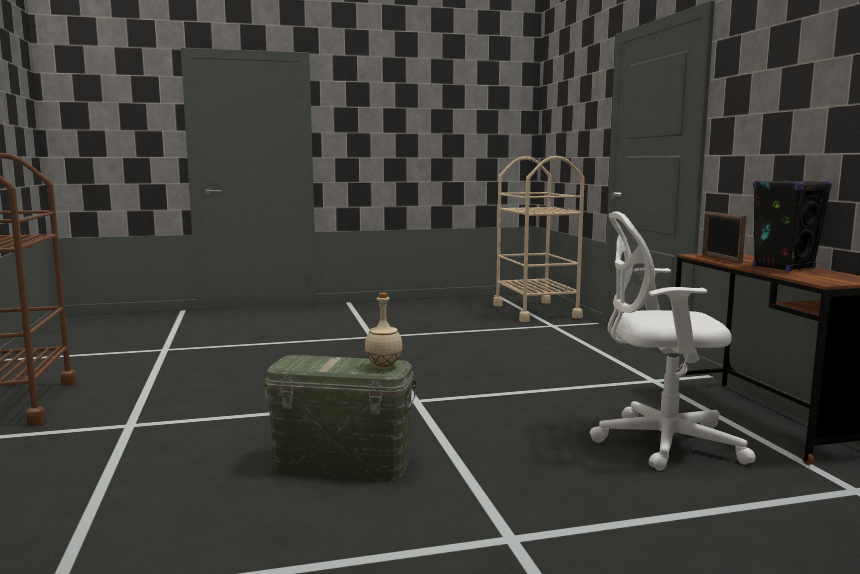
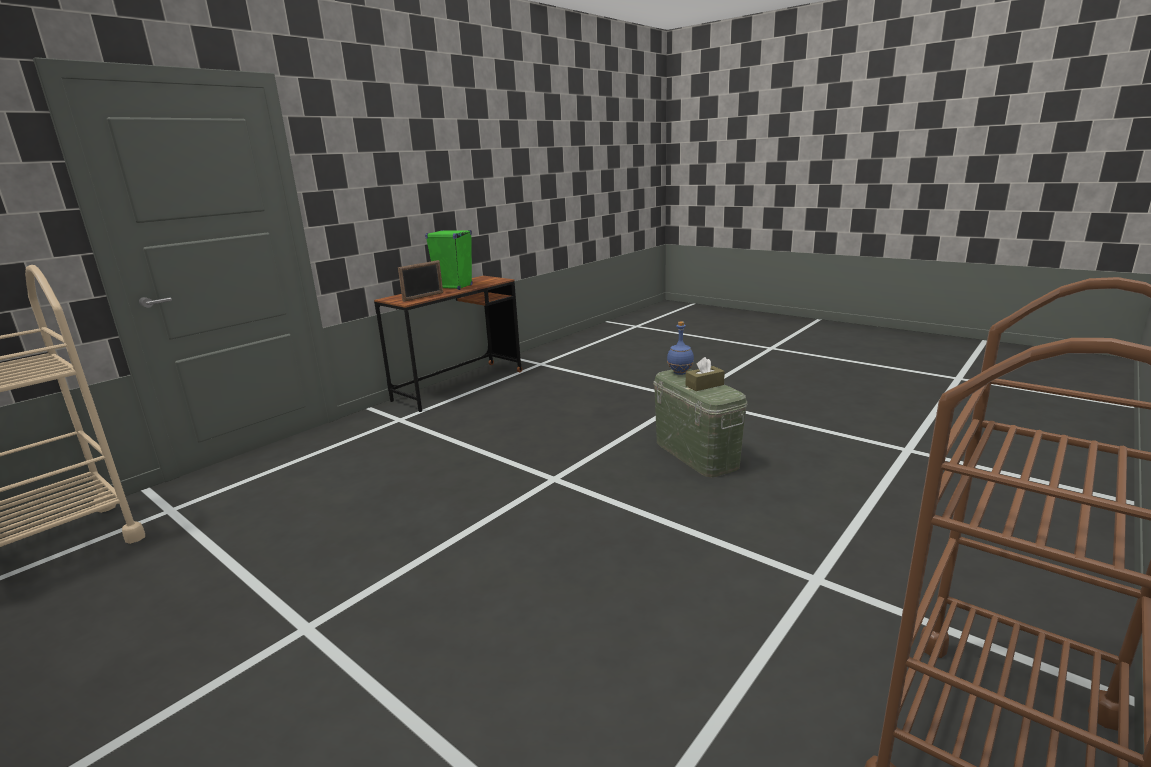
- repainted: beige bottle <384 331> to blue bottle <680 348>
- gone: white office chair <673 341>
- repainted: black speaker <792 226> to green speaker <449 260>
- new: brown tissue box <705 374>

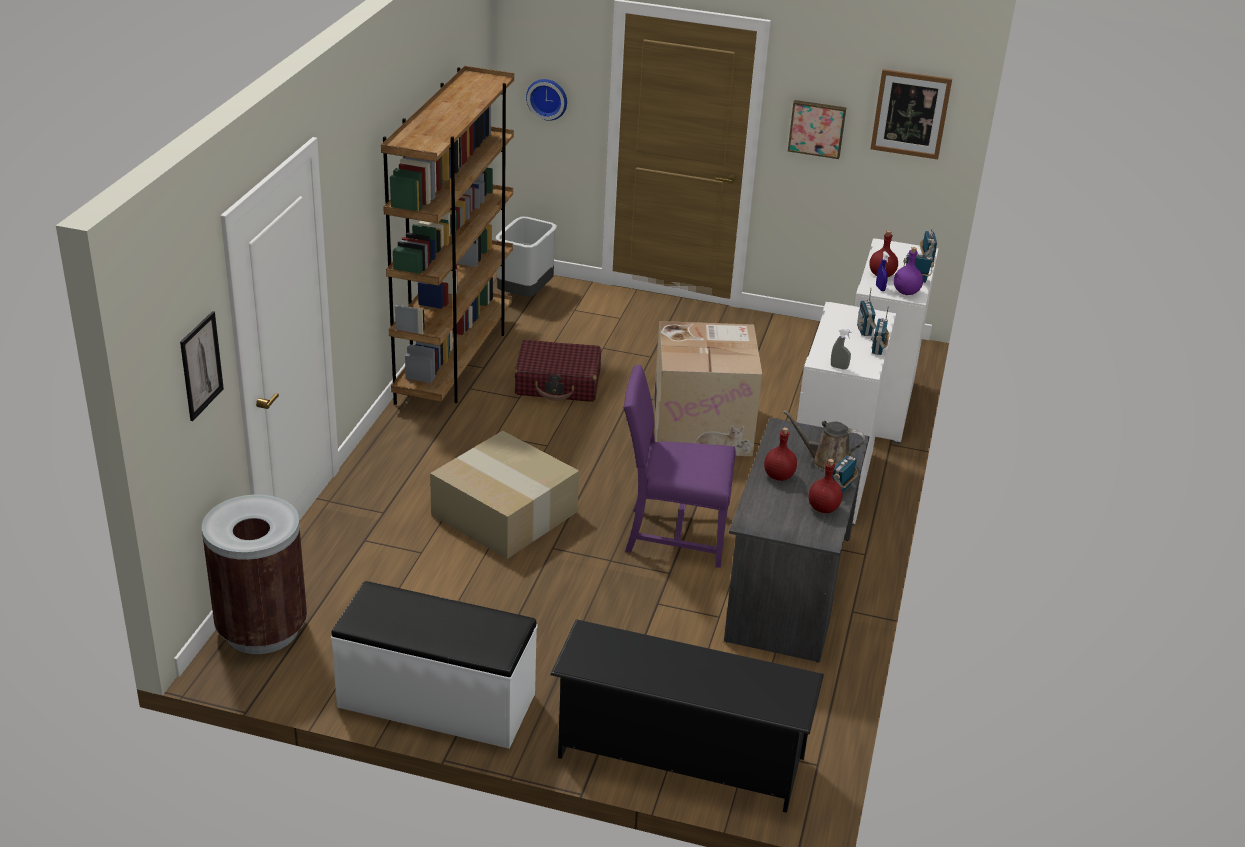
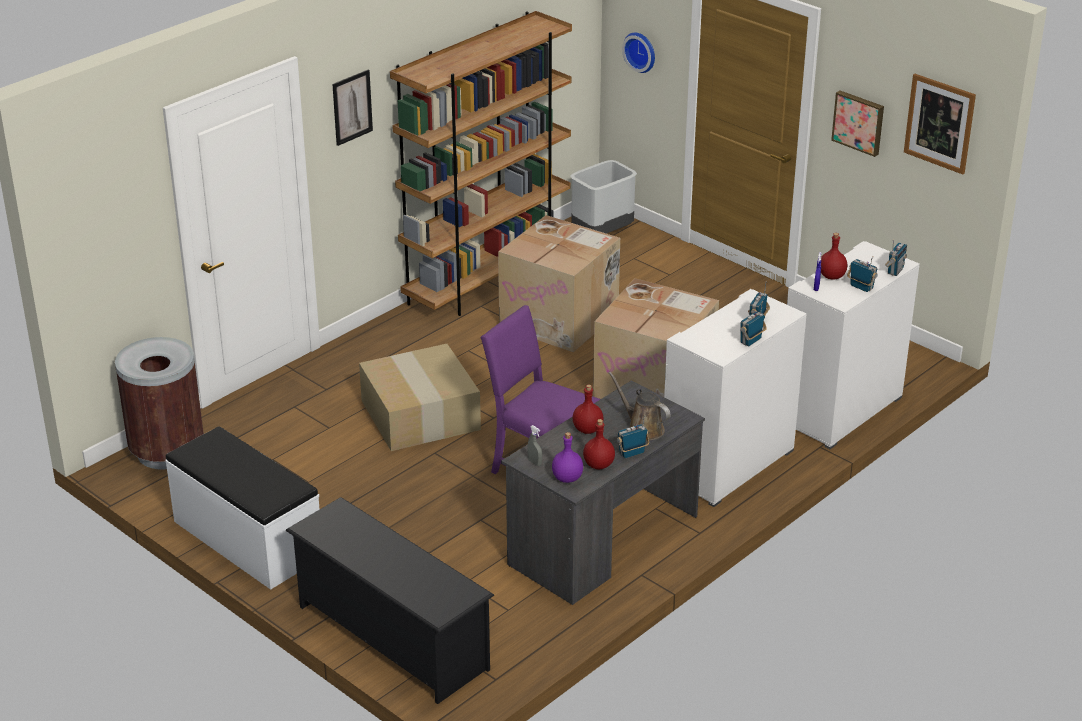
- shifted: picture <202 366> to <352 108>
- swapped: red suitcase <557 371> to cardboard box <559 283>
- shifted: grey spray bottle <841 349> to <534 445>
- shifted: purple bottle <908 271> to <567 457>

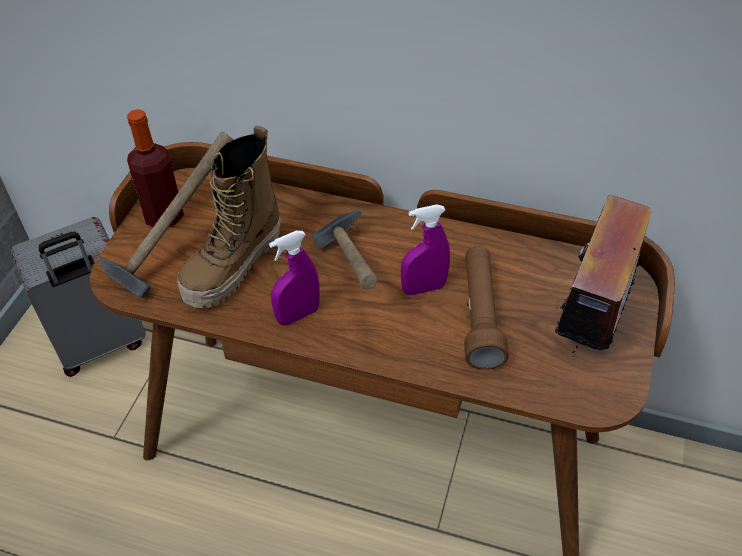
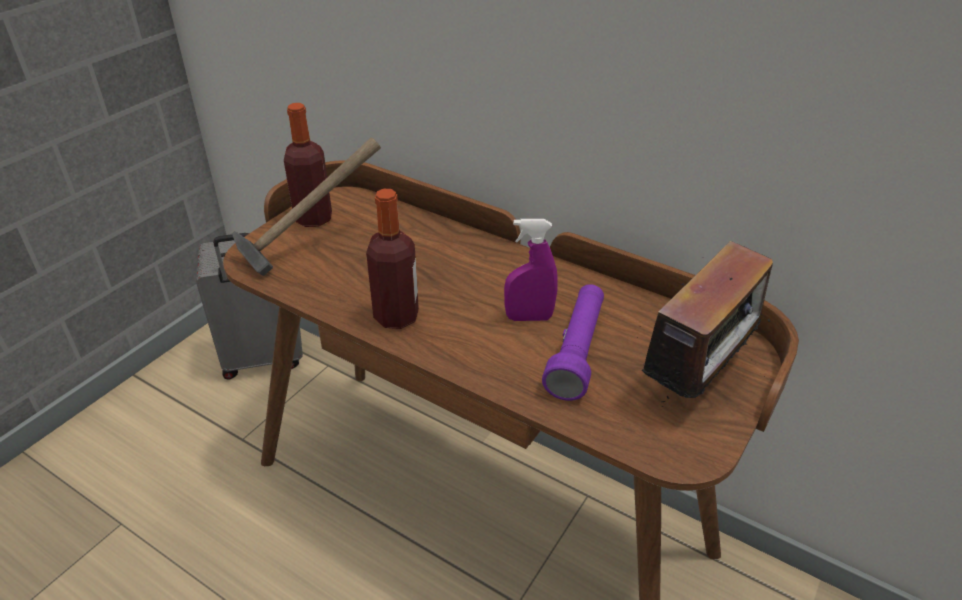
- gone: boot <229 216>
- swapped: purple spray bottle <294 278> to bottle <392 259>
- gone: hammer <344 249>
- repainted: brown flashlight <486 308> to purple flashlight <573 342>

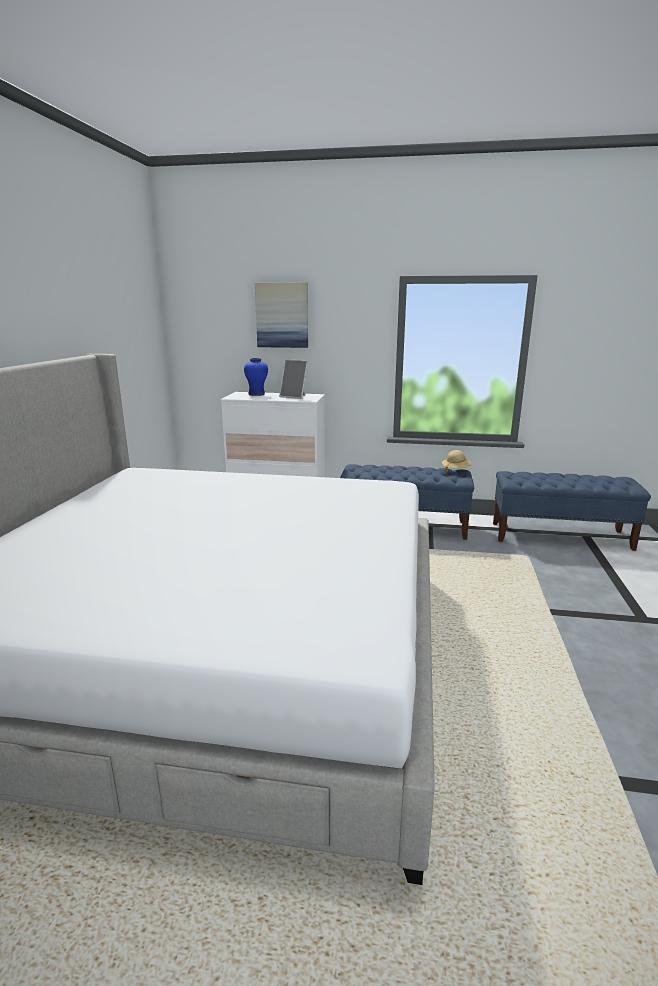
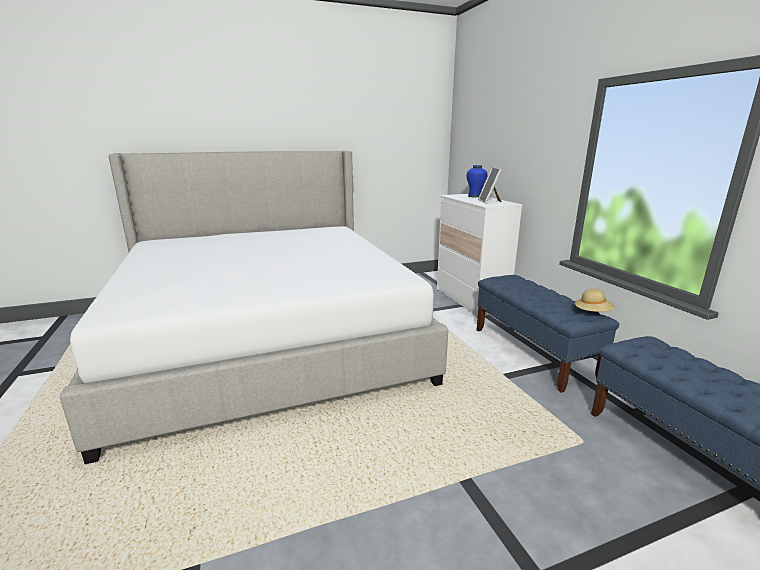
- gone: picture <281 315>

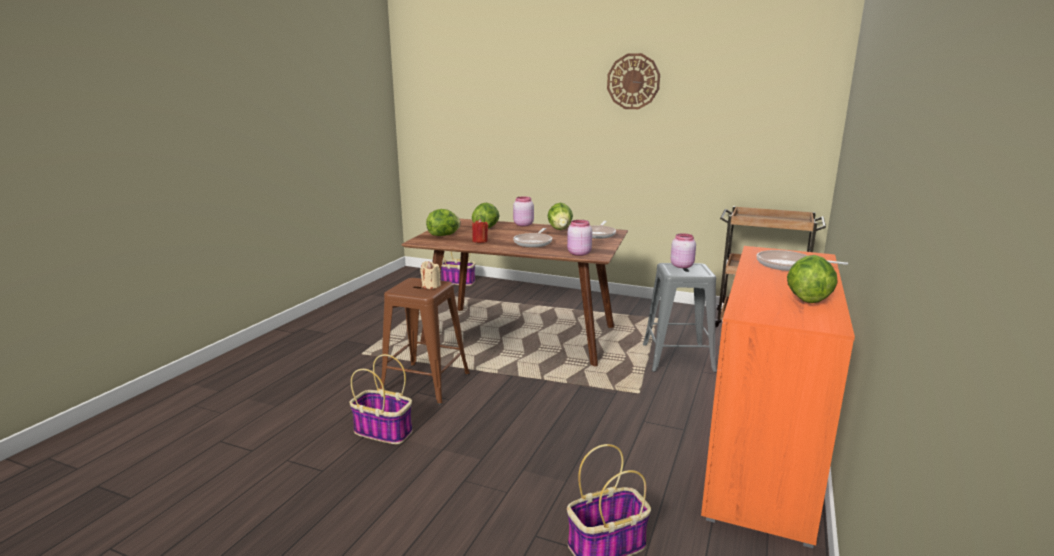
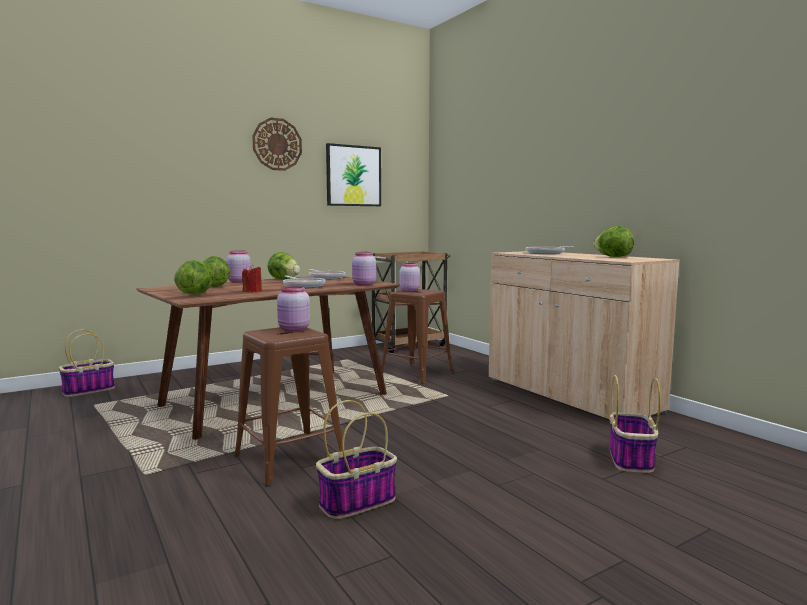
- swapped: beige candle <430 275> to pink jar <293 309>
- repainted: grey stool <680 318> to brown stool <417 336>
- repainted: orange cabinet <778 397> to beige cabinet <584 335>
- new: picture <353 174>

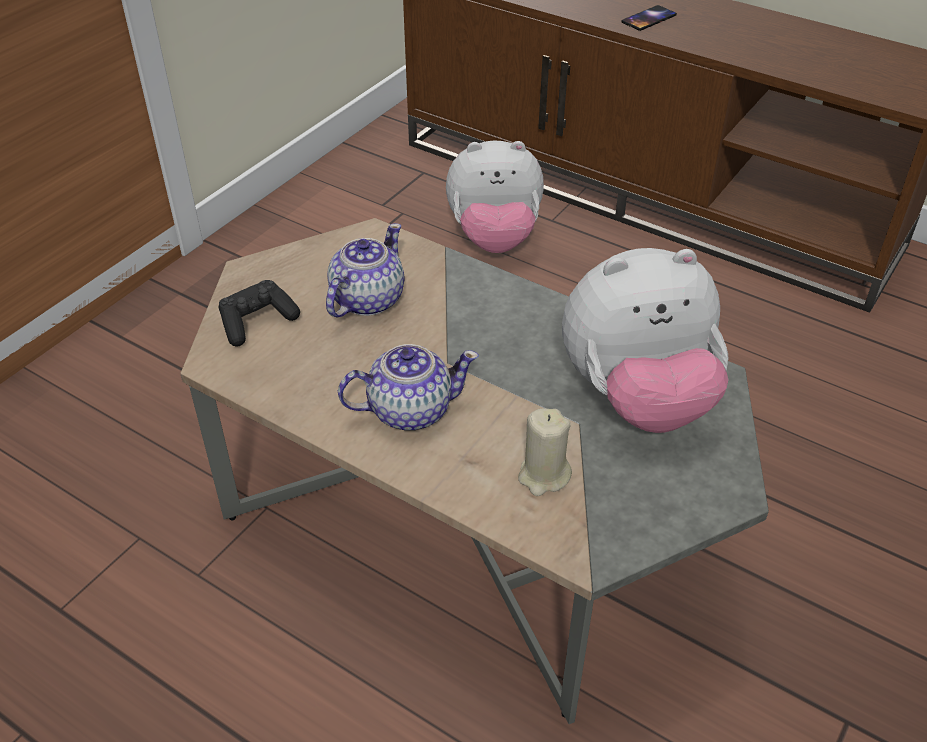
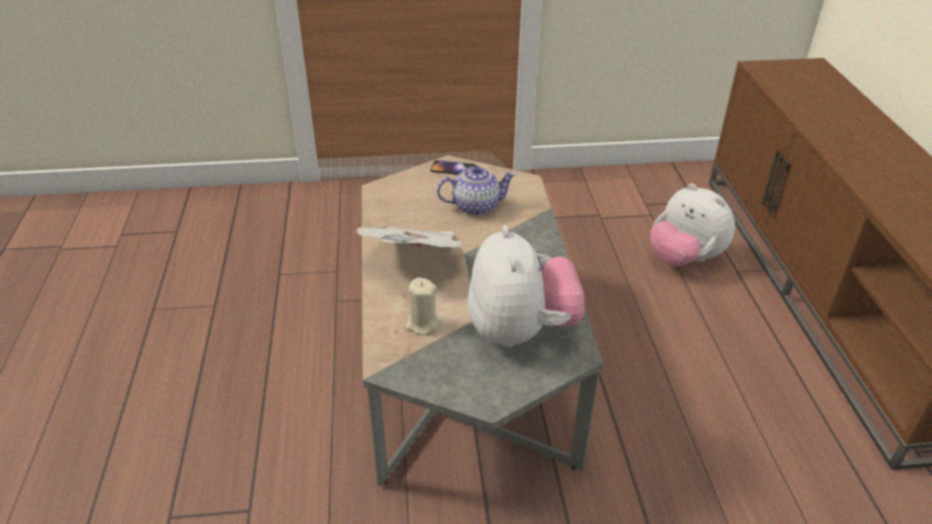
- gone: black game controller <259 313>
- swapped: teapot <408 387> to newspaper <410 237>
- rotated: plush toy <645 340> = <526 286> 135 degrees counterclockwise
- shifted: phone <649 18> to <453 167>

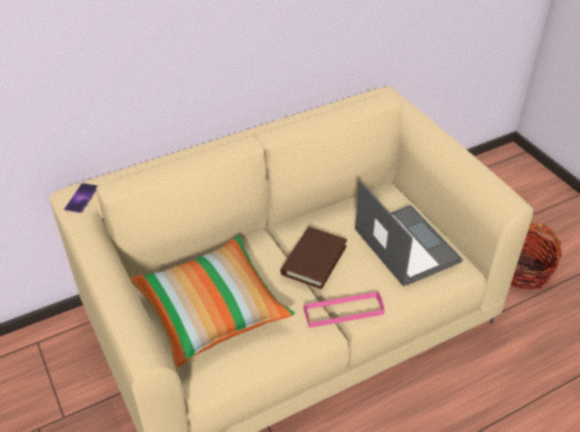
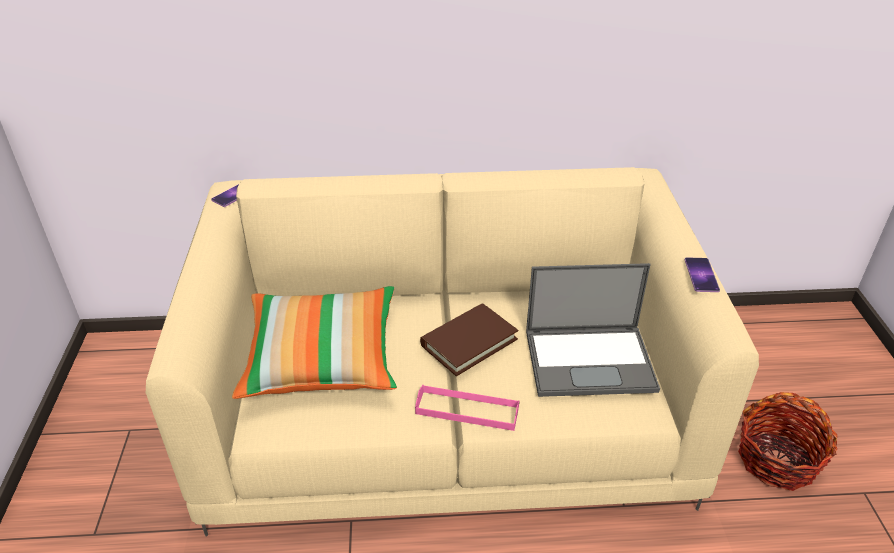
- rotated: laptop <409 233> = <593 330> 90 degrees clockwise
- new: phone <702 274>

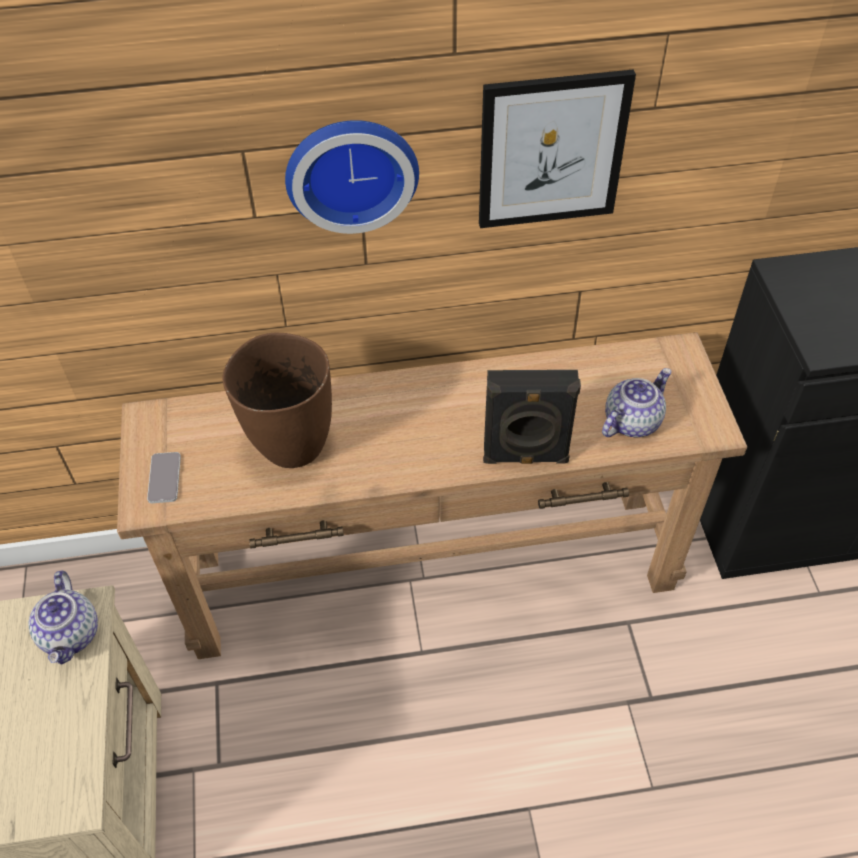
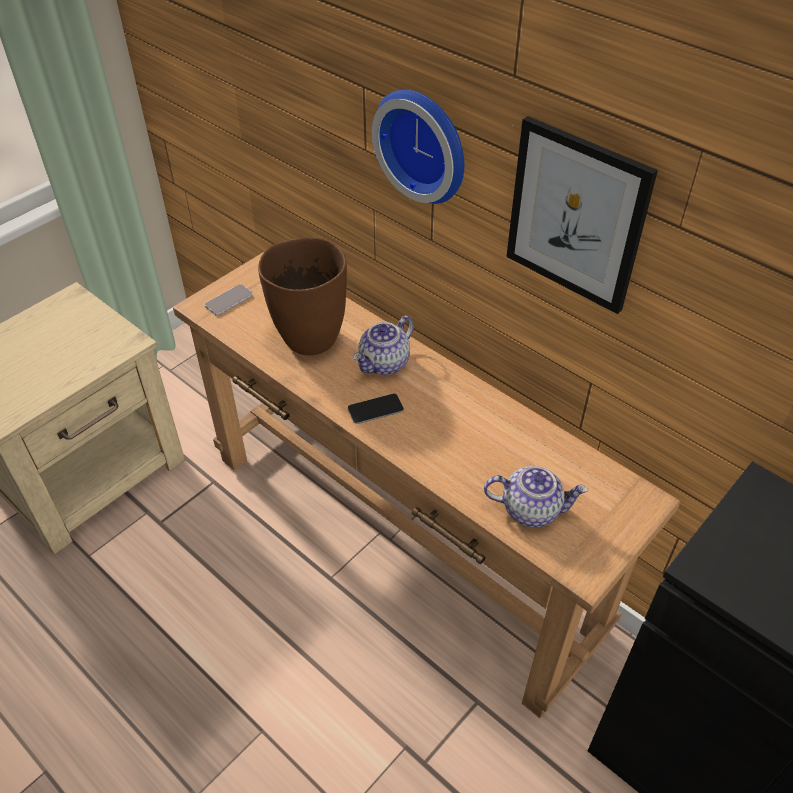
- shifted: teapot <63 618> to <383 345>
- gone: black speaker <532 417>
- new: phone <376 409>

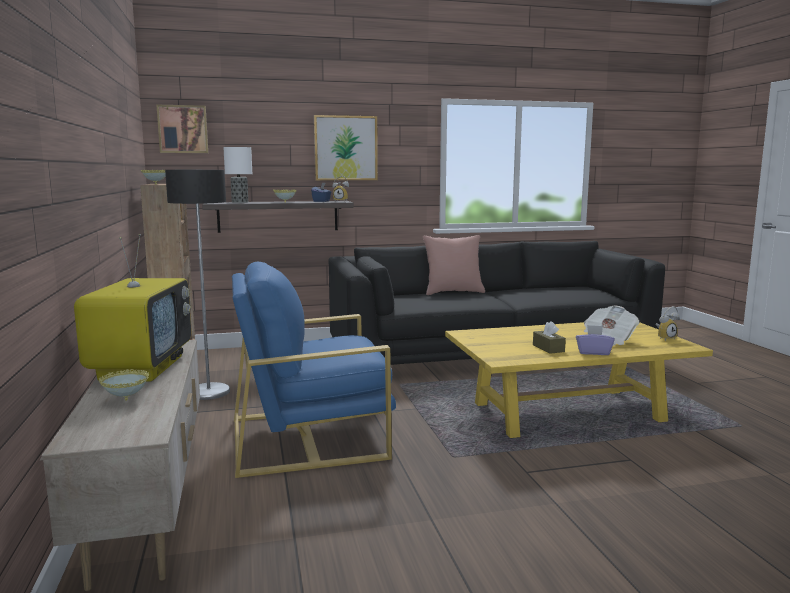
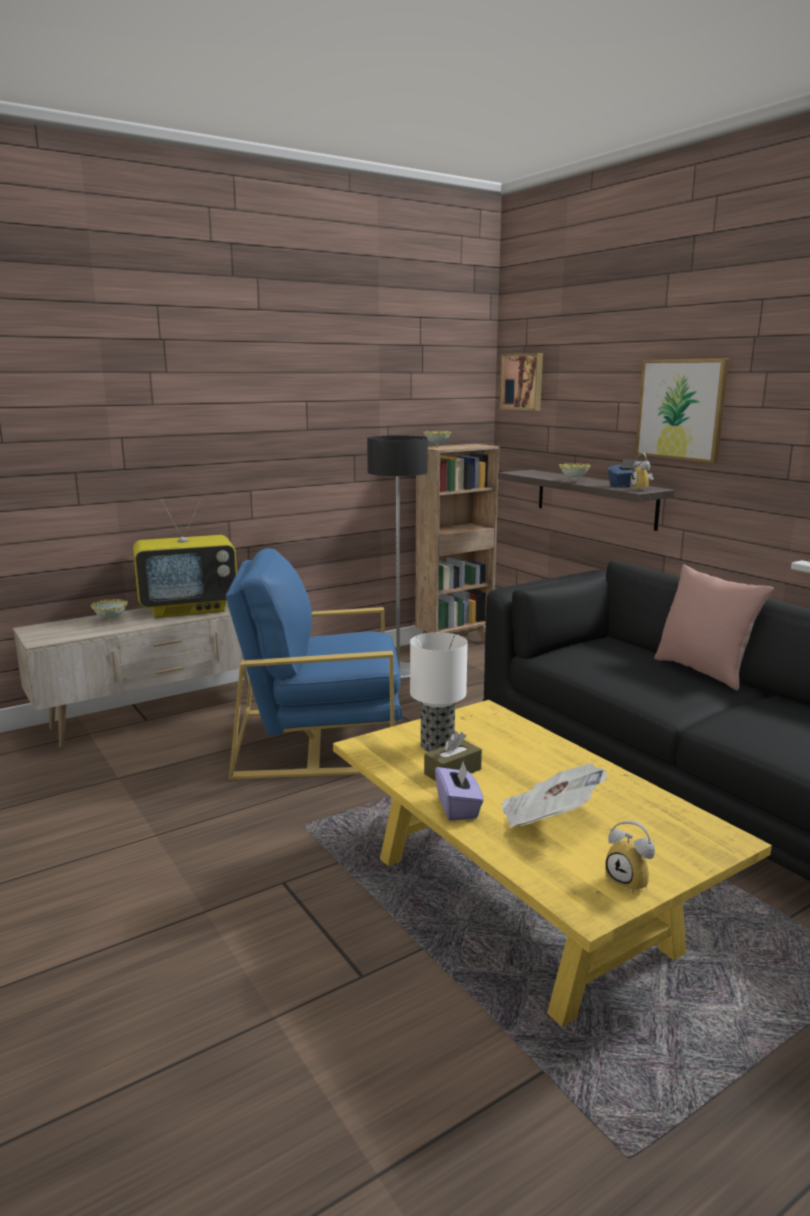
- shifted: table lamp <237 175> to <439 692>
- rotated: blue armchair <314 370> = <314 664> 60 degrees counterclockwise

